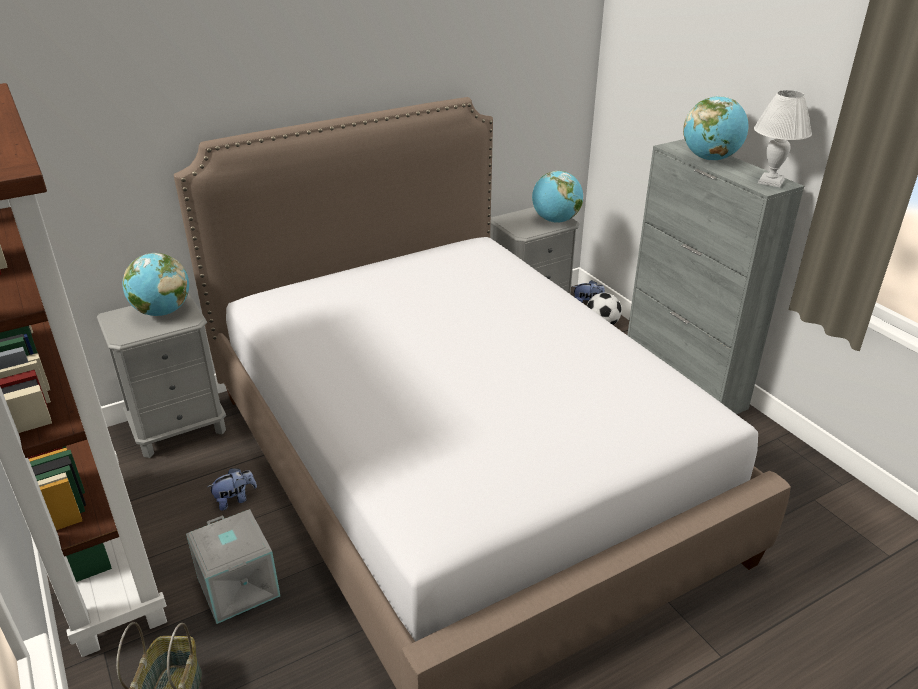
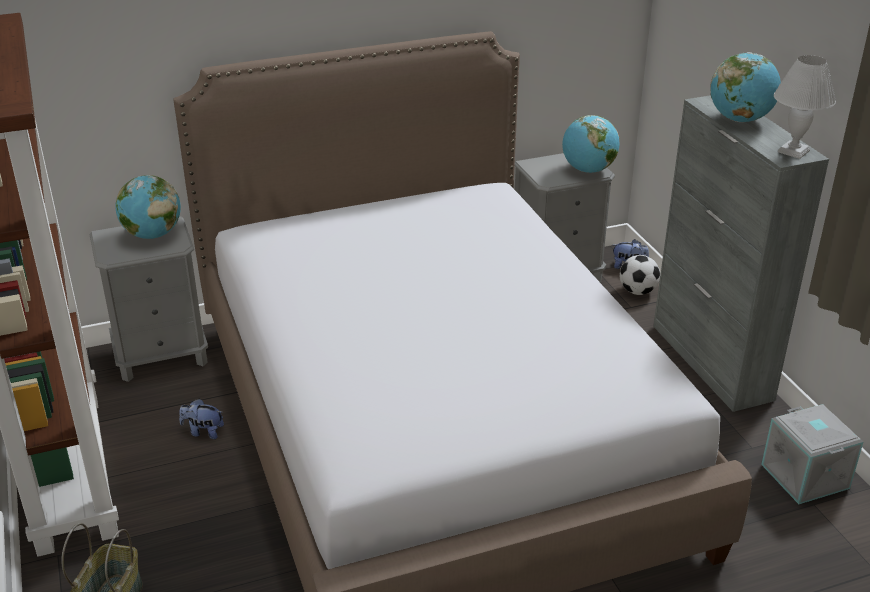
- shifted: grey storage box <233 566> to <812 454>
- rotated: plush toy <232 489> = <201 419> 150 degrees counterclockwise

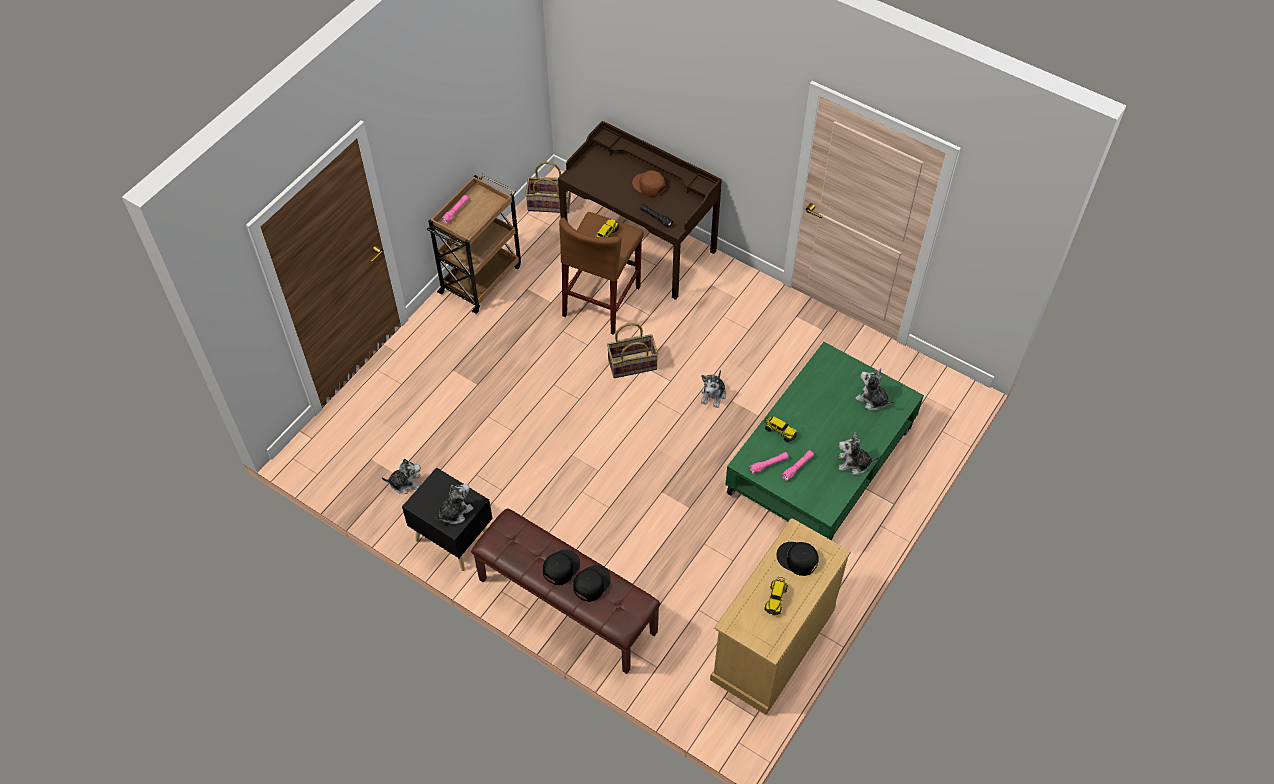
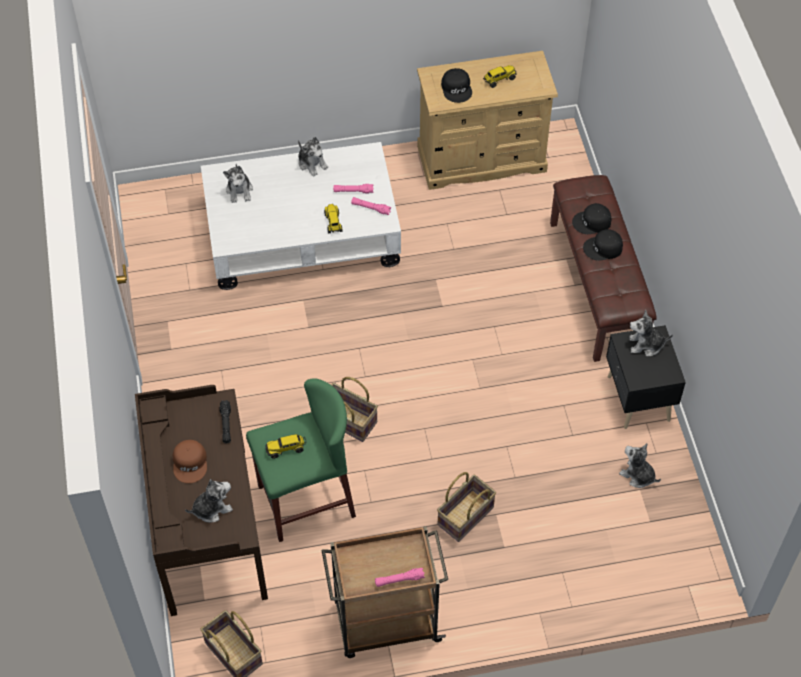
- repainted: brown stool <601 273> to green stool <301 460>
- shifted: plush toy <713 389> to <209 501>
- repainted: green coffee table <824 441> to white coffee table <301 216>
- new: basket <466 507>

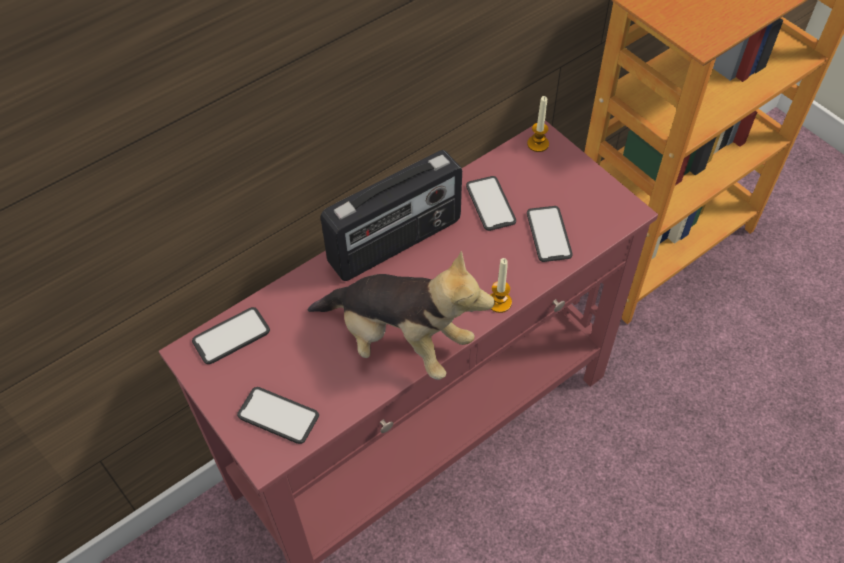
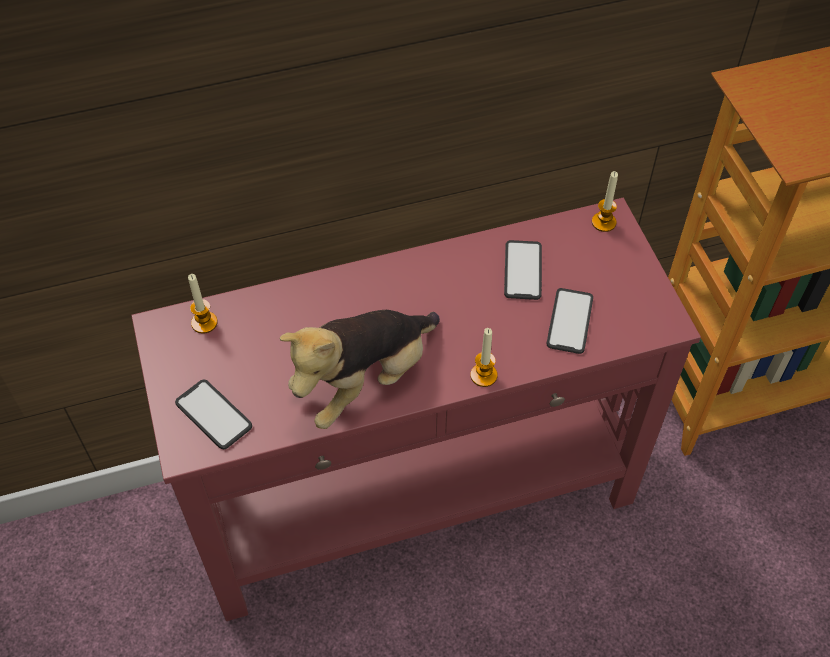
- swapped: phone <231 335> to candle <203 304>
- rotated: plush toy <401 315> = <360 369> 90 degrees clockwise
- gone: radio <391 215>

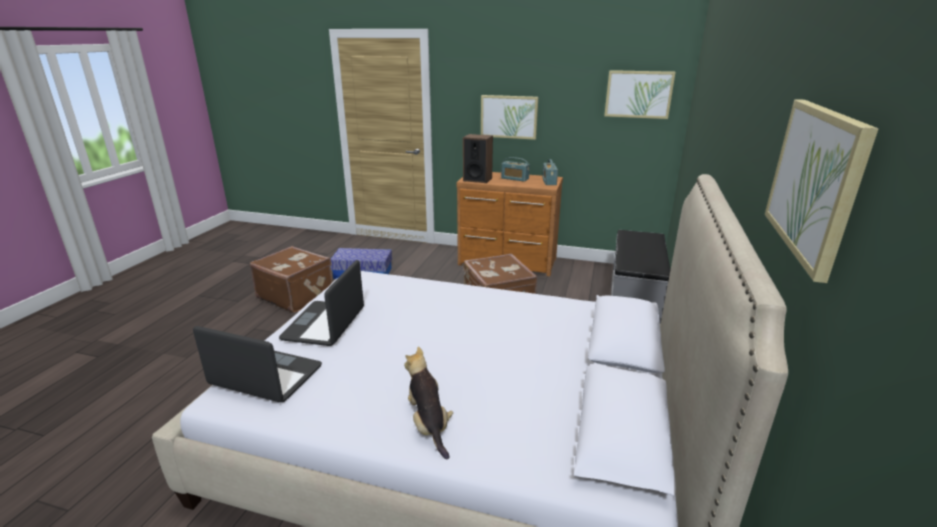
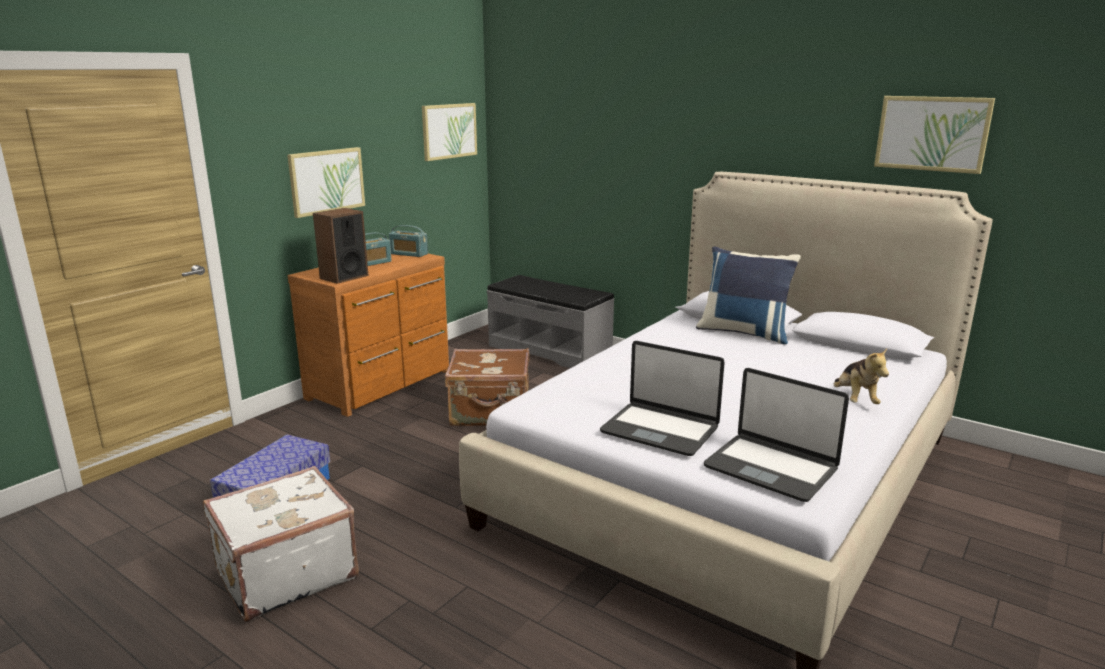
- rotated: laptop <257 364> = <776 435> 90 degrees counterclockwise
- repainted: brown suitcase <291 279> to white suitcase <281 544>
- rotated: plush toy <428 402> = <861 376> 90 degrees counterclockwise
- new: blue pillow <748 295>

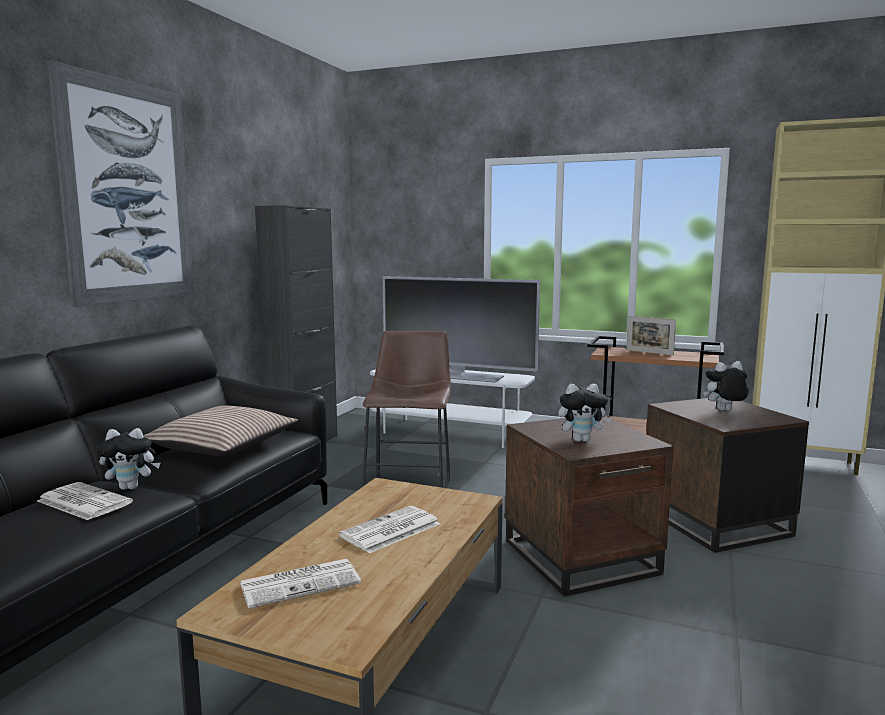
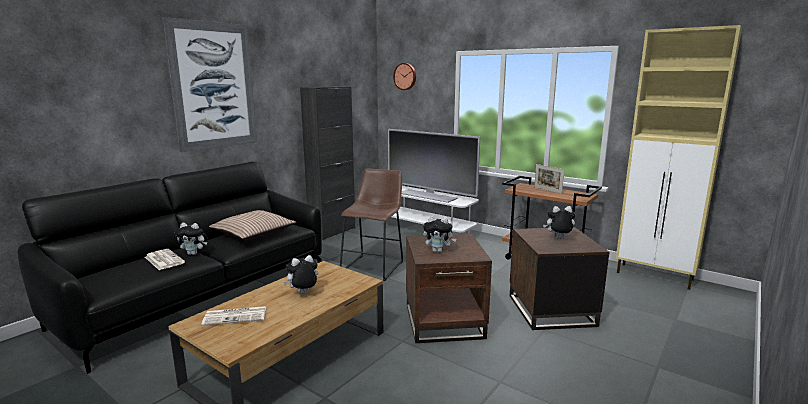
- swapped: newspaper <389 529> to plush toy <301 274>
- new: wall clock <404 76>

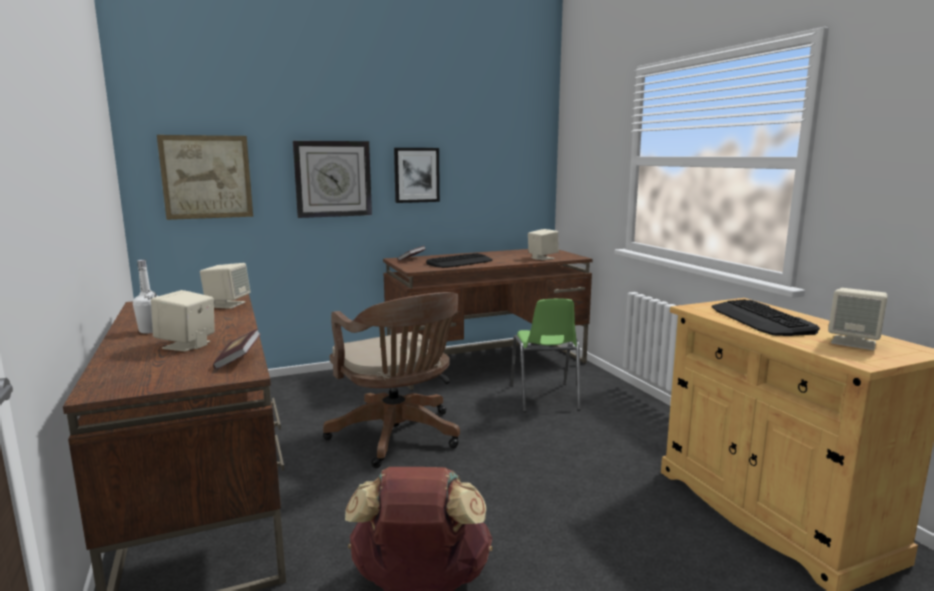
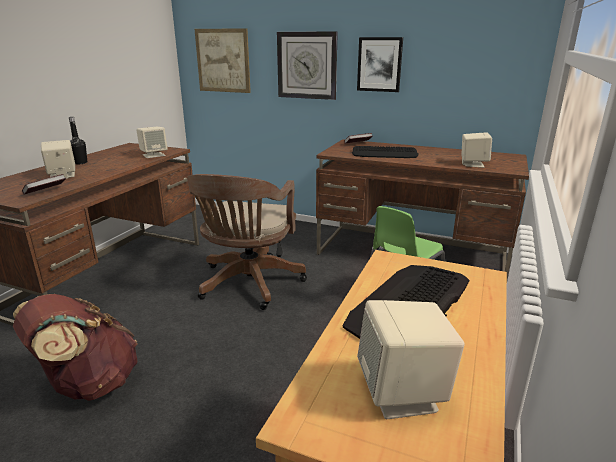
- repainted: white bottle <145 297> to black bottle <78 141>

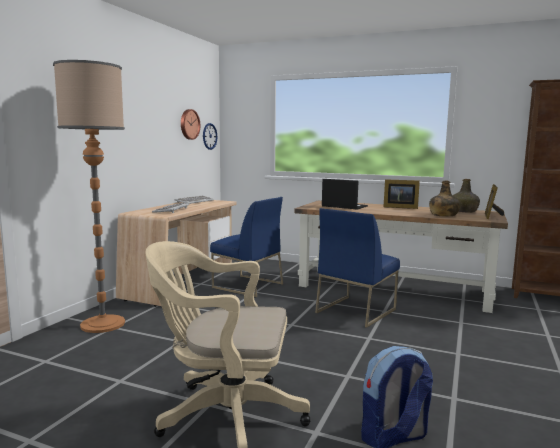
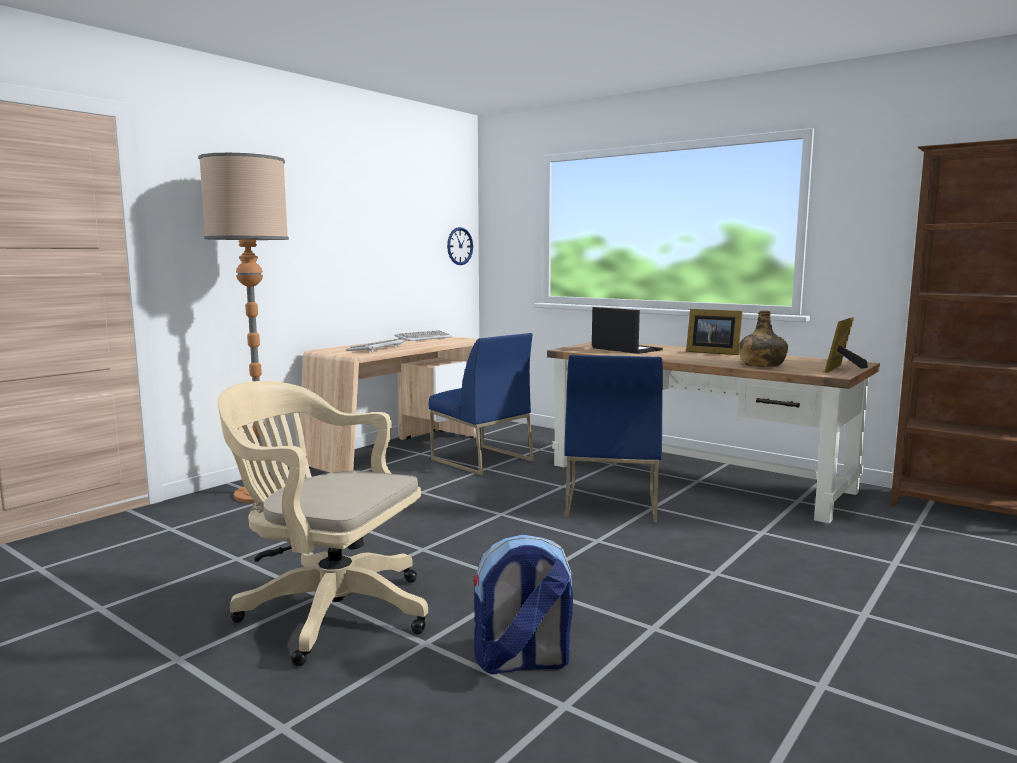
- gone: wall clock <190 124>
- rotated: blue chair <357 268> = <613 439> 45 degrees counterclockwise
- gone: green bottle <466 196>

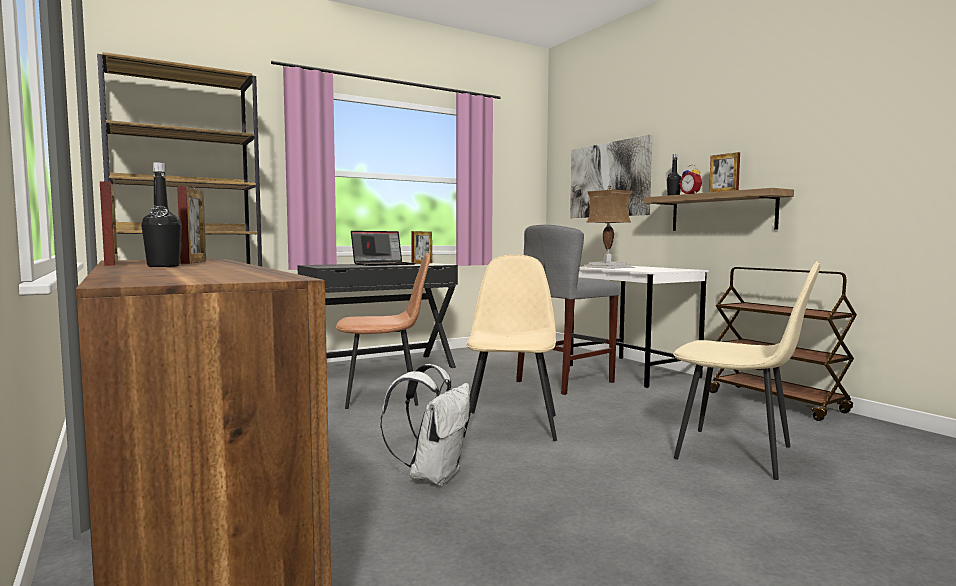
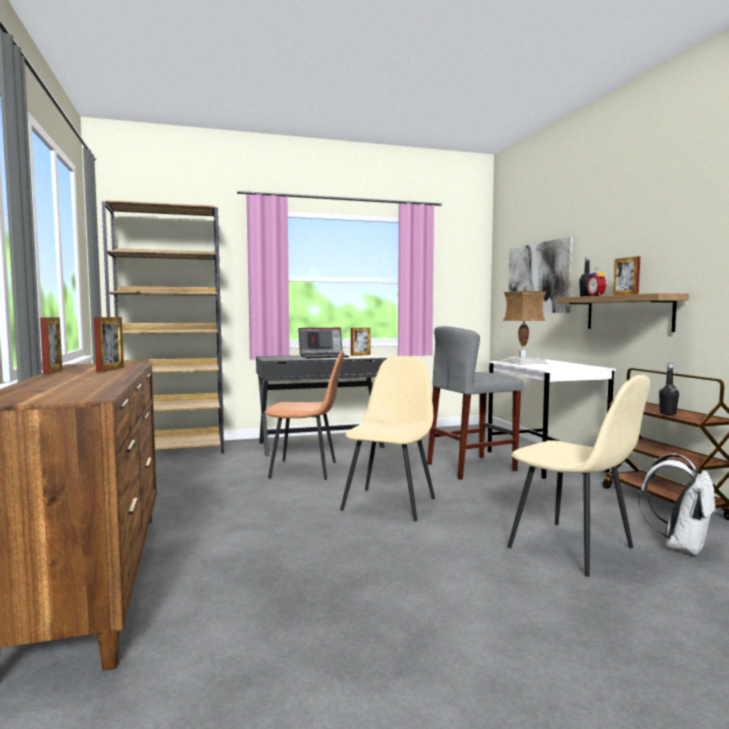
- shifted: black bottle <161 214> to <669 389>
- shifted: white backpack <425 424> to <677 504>

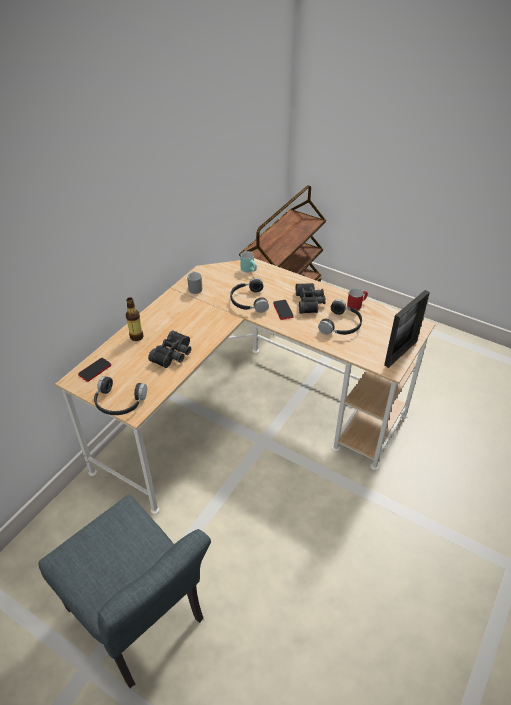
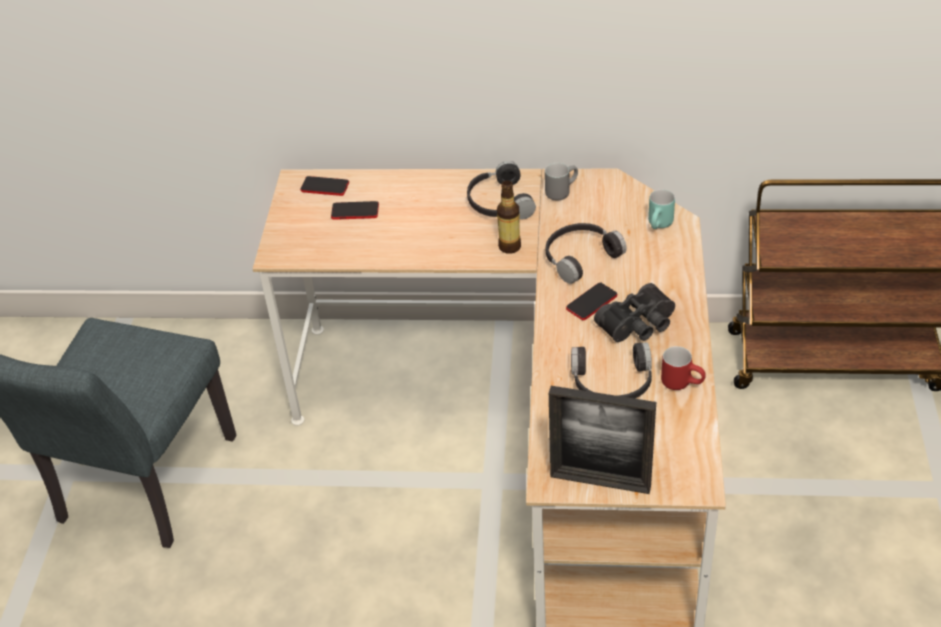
- shifted: black headphones <120 395> to <501 190>
- shifted: bottle <135 319> to <509 217>
- gone: black binoculars <169 349>
- new: phone <355 210>

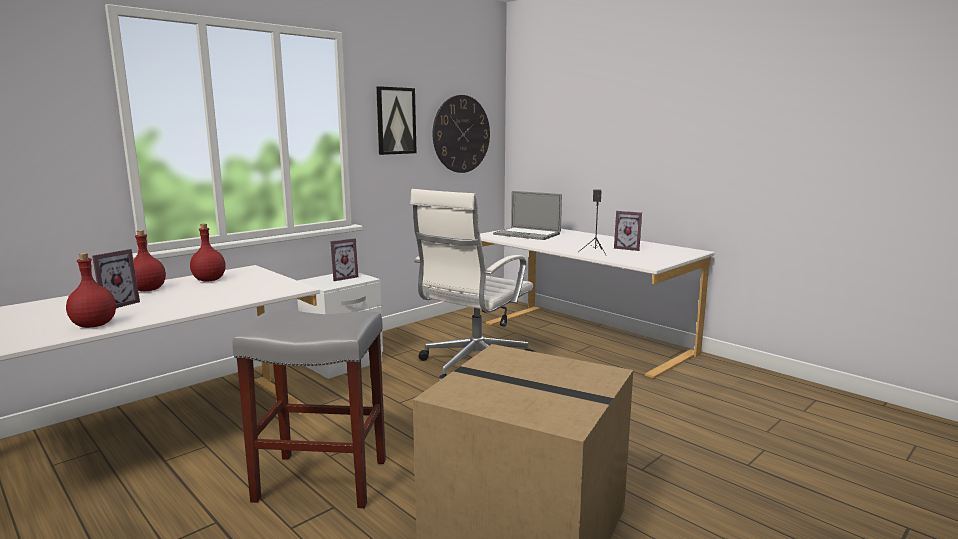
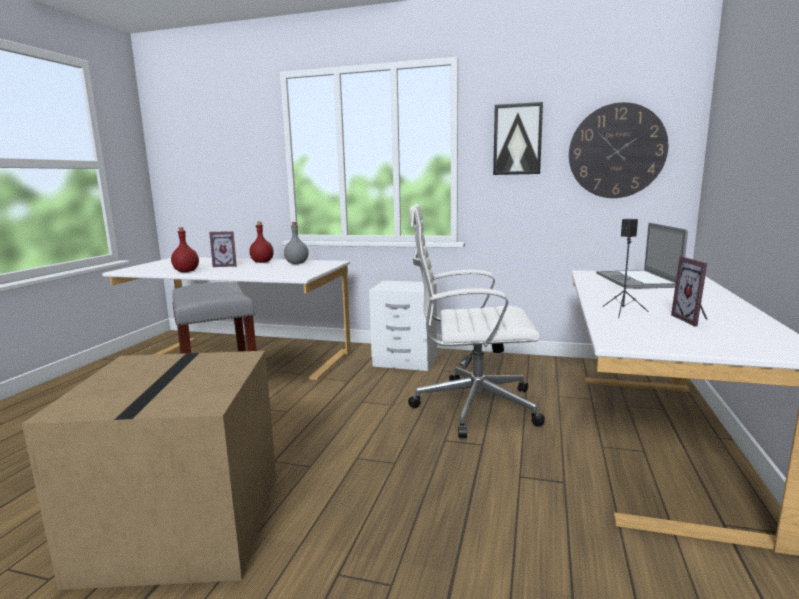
- repainted: red bottle <208 253> to grey bottle <296 243>
- gone: picture frame <344 259>

